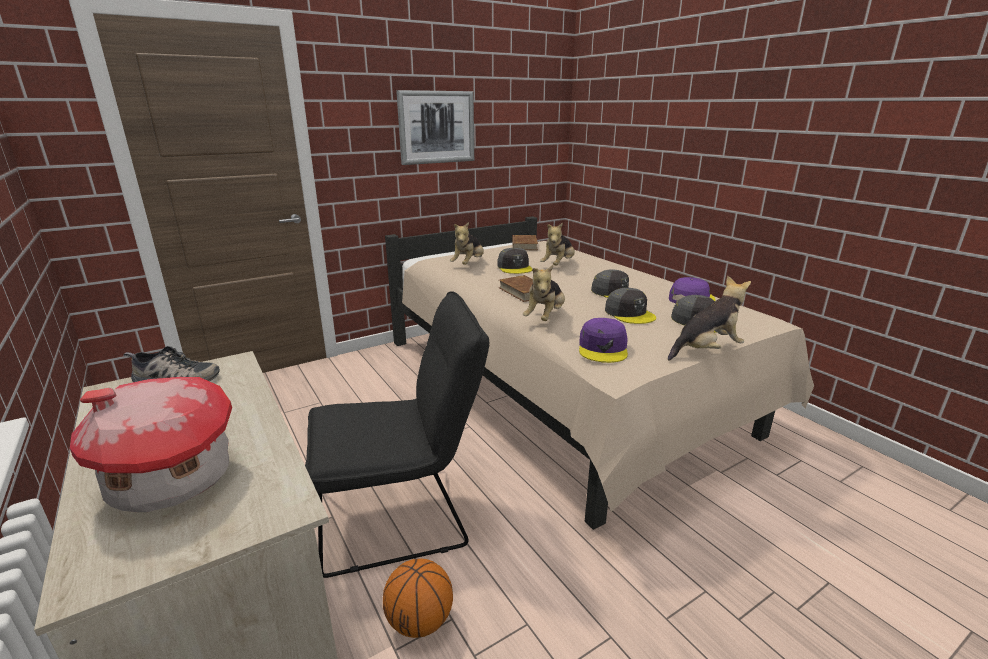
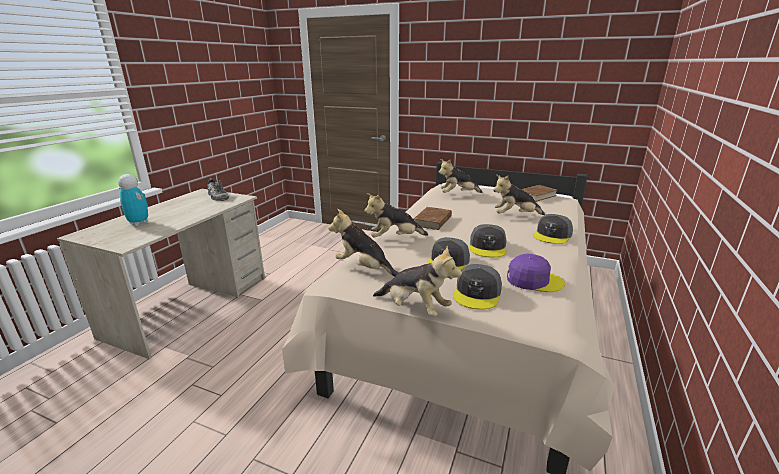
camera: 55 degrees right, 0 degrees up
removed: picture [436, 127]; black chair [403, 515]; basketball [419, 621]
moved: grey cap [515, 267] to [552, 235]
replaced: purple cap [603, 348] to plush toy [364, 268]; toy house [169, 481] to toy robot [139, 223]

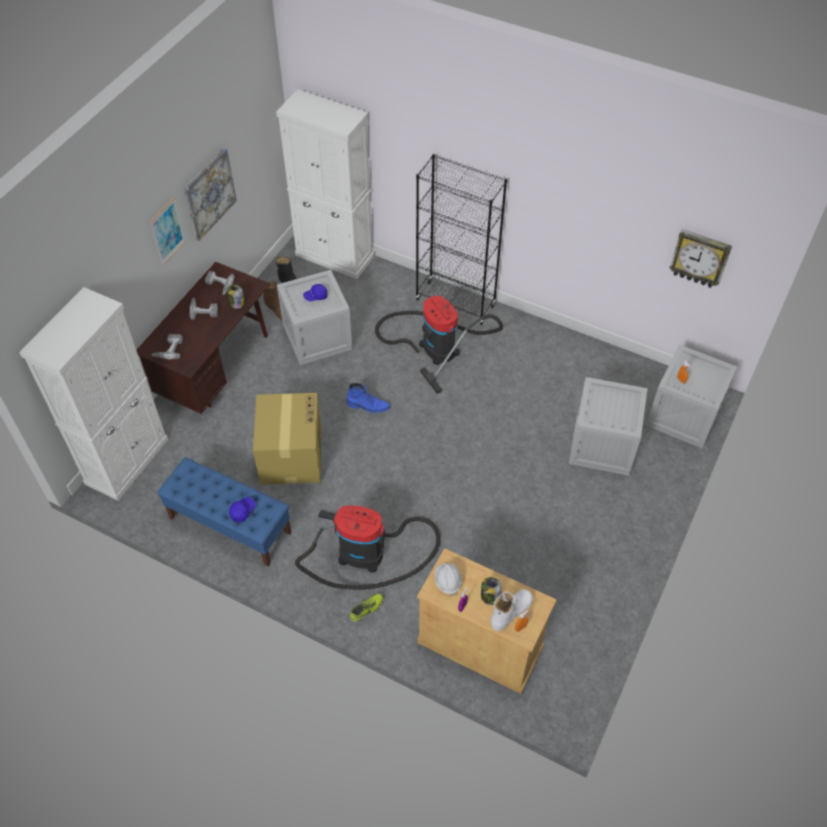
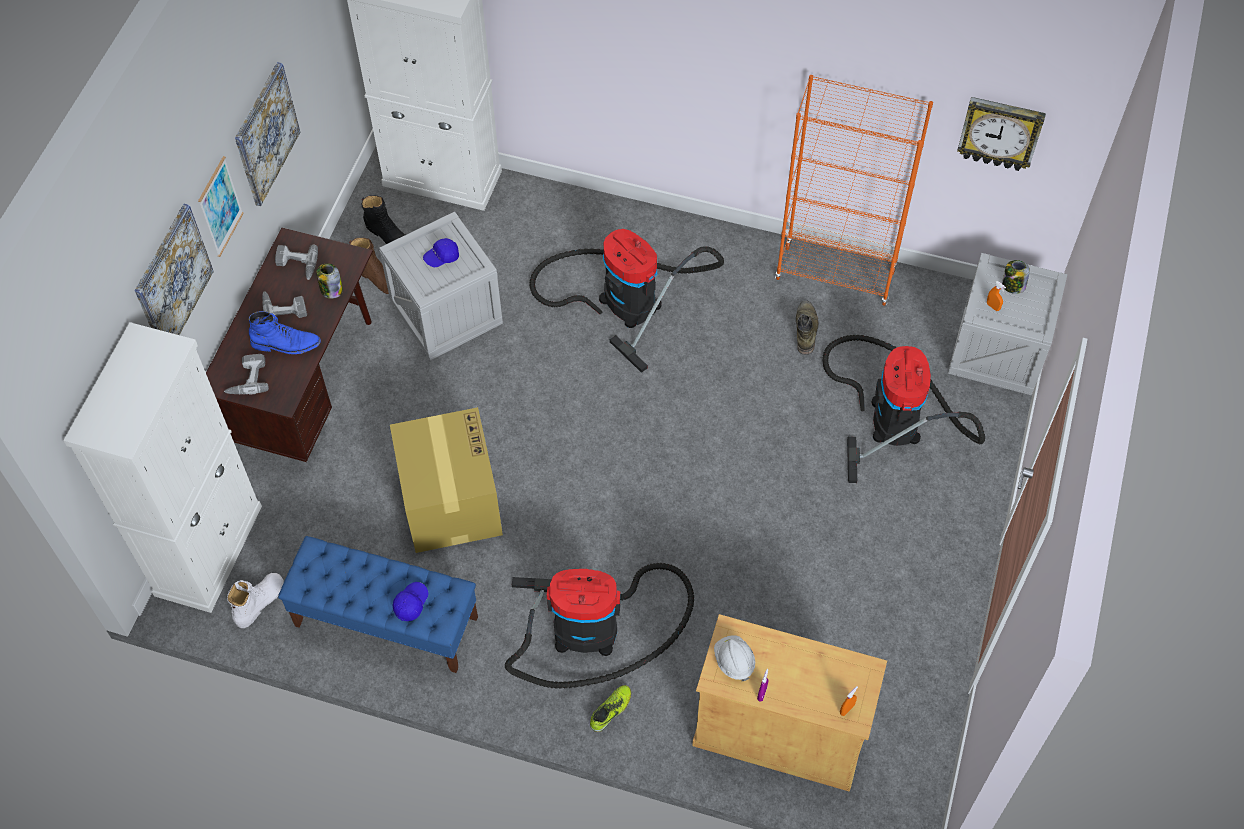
camera: 10 degrees left, 5 degrees up
removed: black bookcase [455, 303]
added: orange bookcase [835, 275]; picture [172, 279]; green boot [805, 329]
moved: blue boot [368, 406] to [286, 344]; jar [490, 597] to [1013, 285]; white boot [510, 611] to [259, 602]
replaced: crate [602, 446] to vacuum cleaner [893, 414]

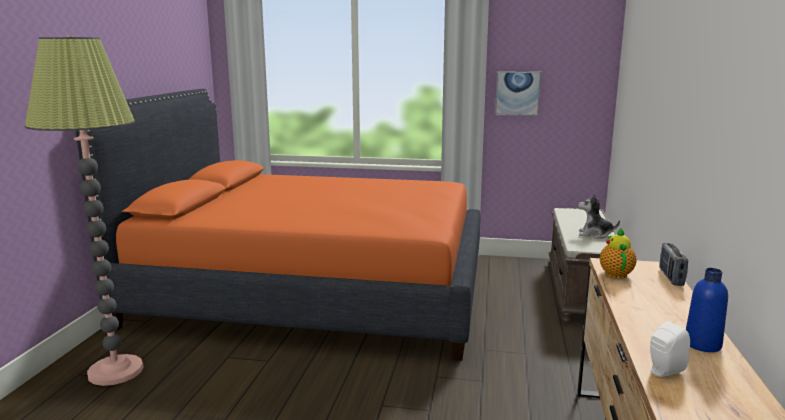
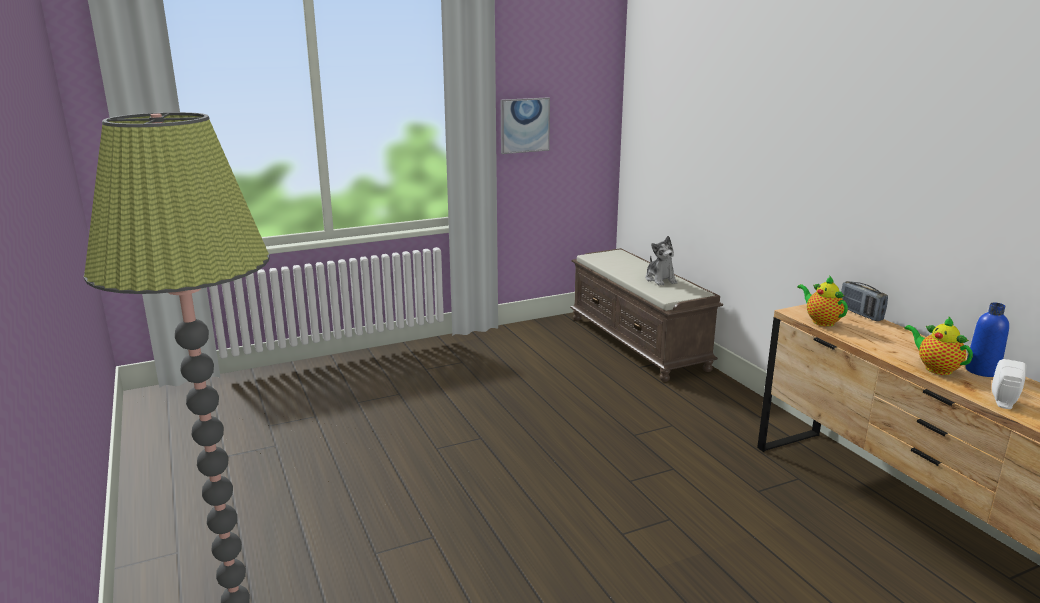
camera: 35 degrees left, 5 degrees up
removed: orange bed [314, 292]
added: teapot [935, 368]
turned: plush toy [594, 234] = [660, 279] 90 degrees counterclockwise

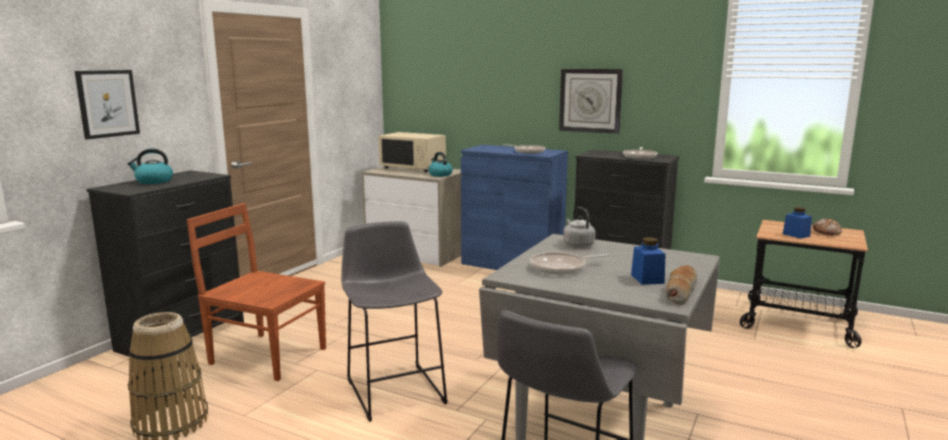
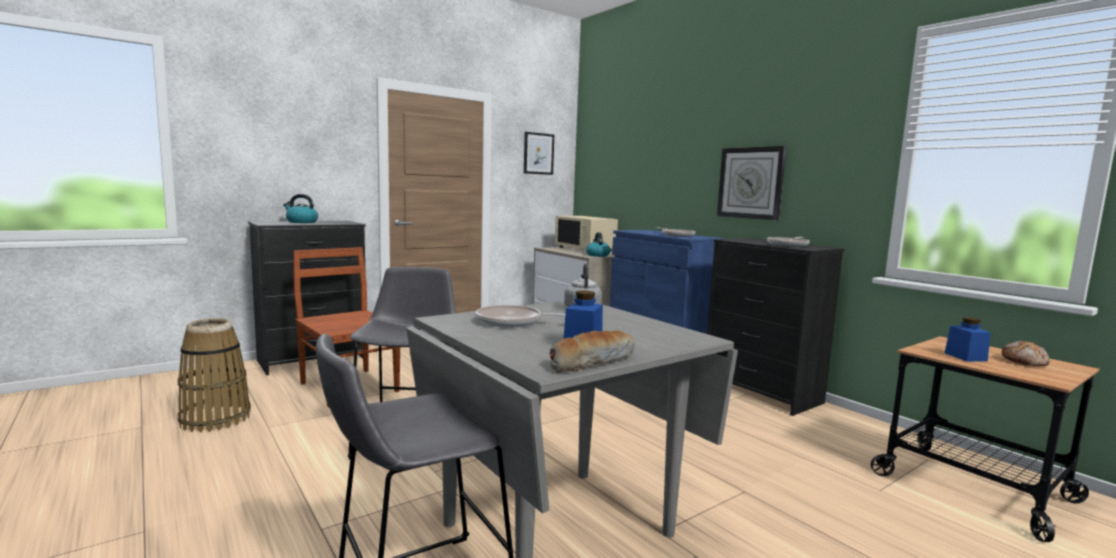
camera: 25 degrees right, 5 degrees down
moved: picture [107, 103] to [538, 153]

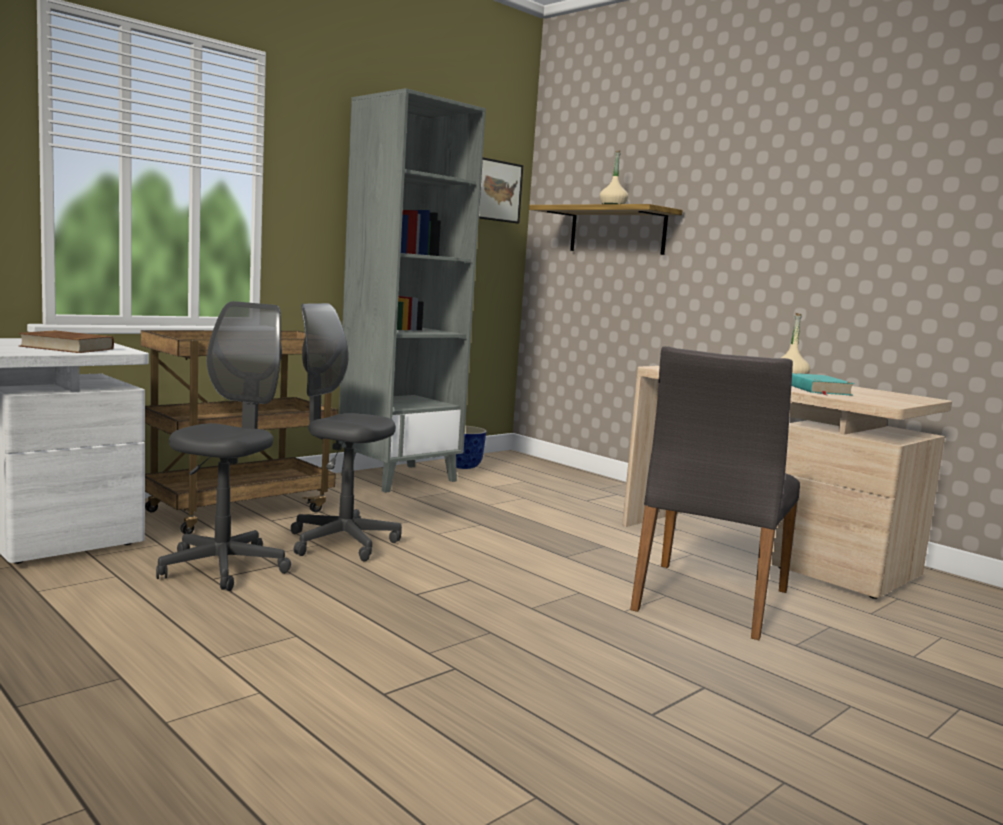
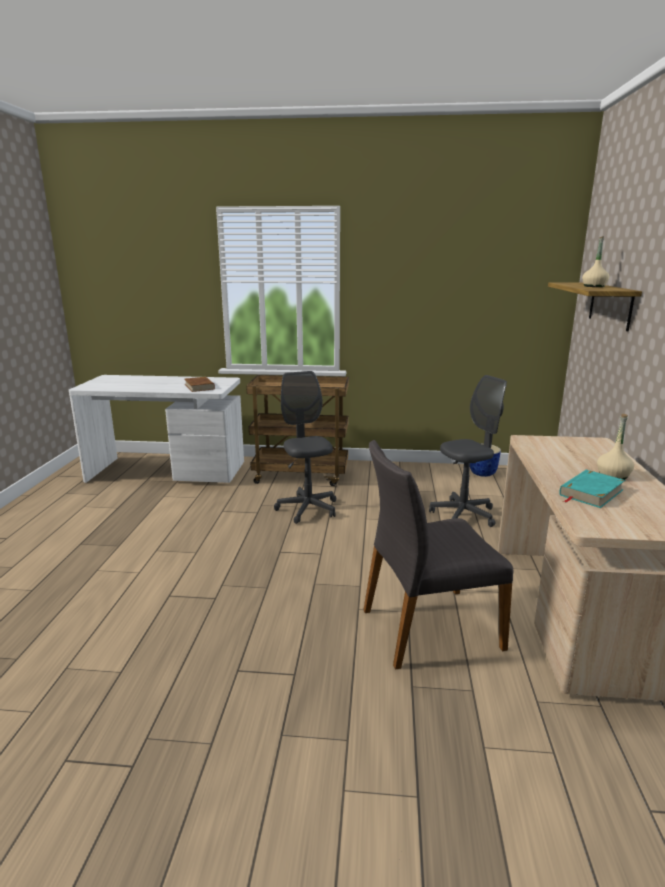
camera: 50 degrees right, 10 degrees up
removed: grey bookcase [399, 478]; picture [499, 191]
moved: grey office chair [223, 568] to [463, 515]

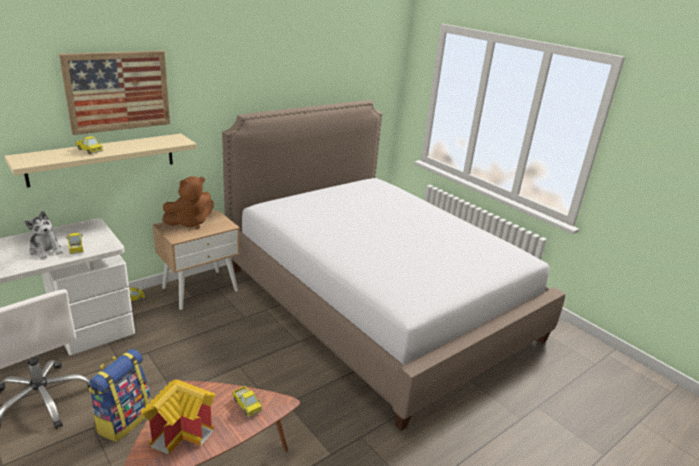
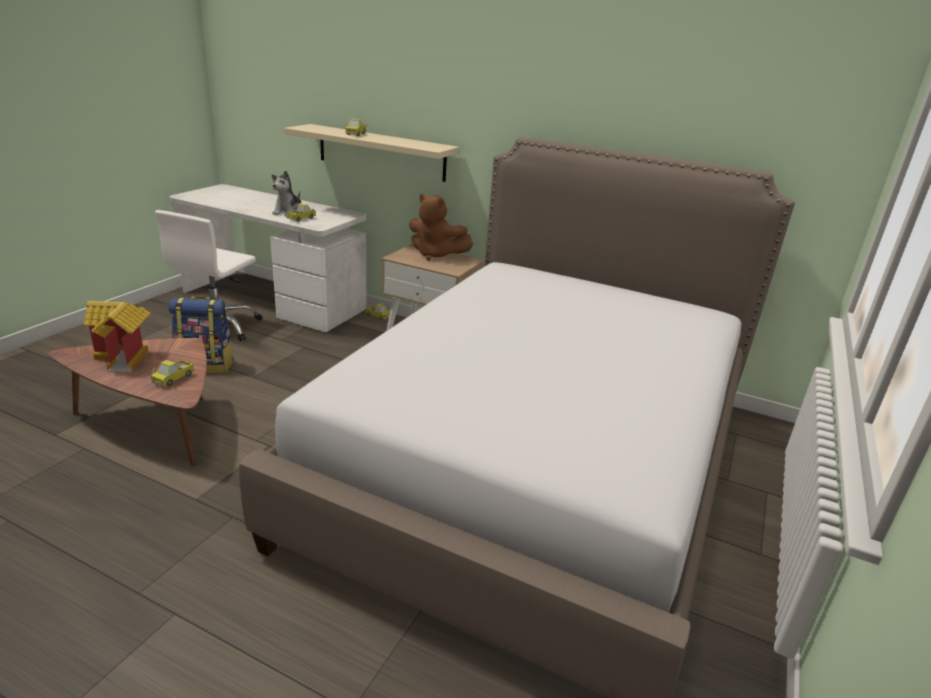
camera: 65 degrees right, 0 degrees up
removed: picture [118, 91]

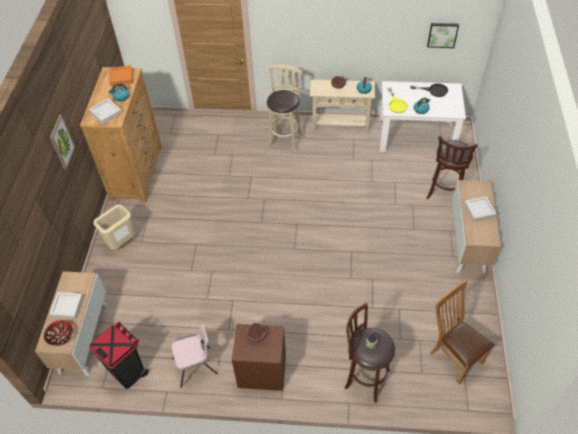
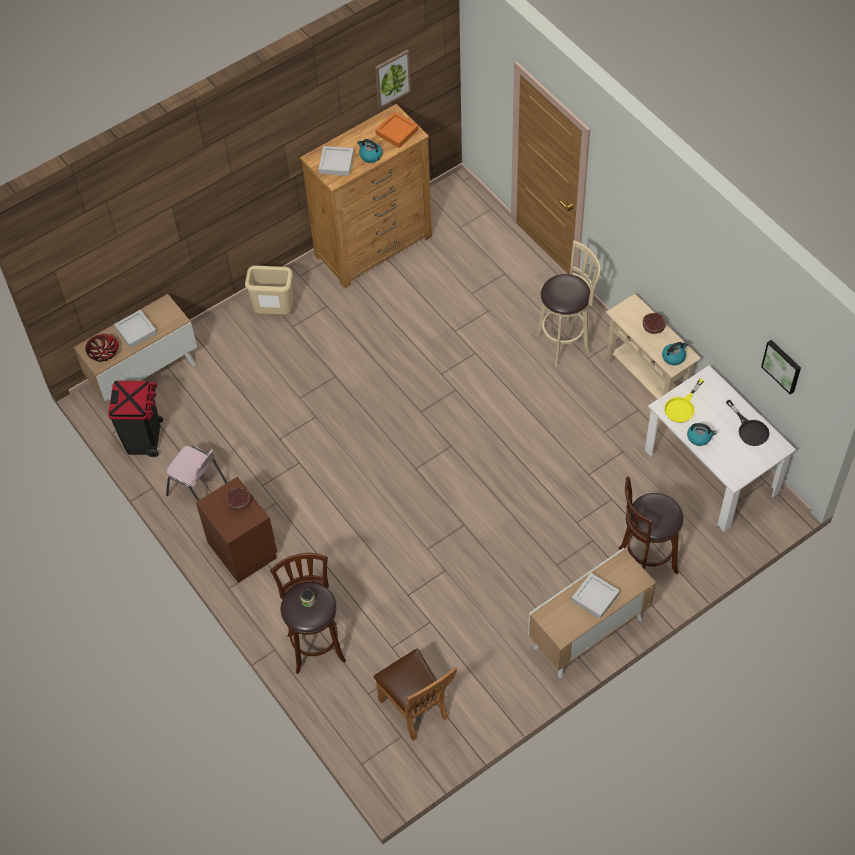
camera: 50 degrees right, 5 degrees up
moved: picture [61, 142] to [392, 78]
turned: brown chair [453, 355] = [416, 711] 135 degrees clockwise

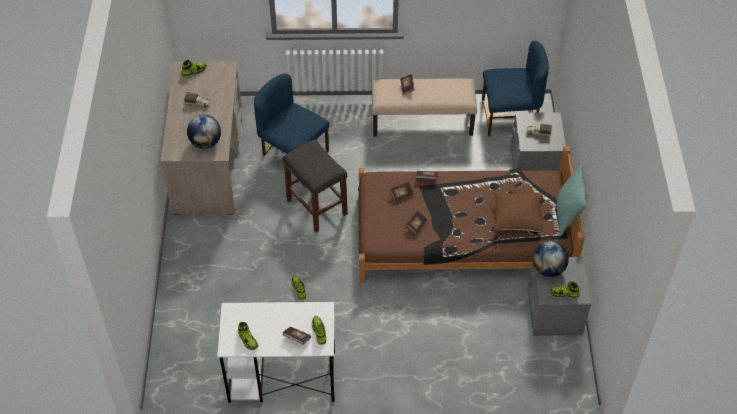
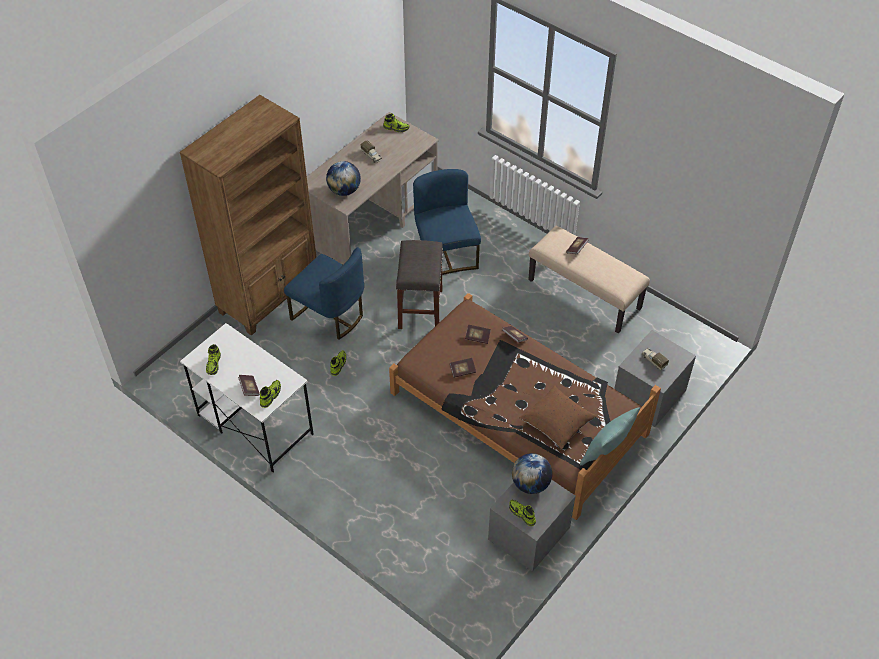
camera: 40 degrees right, 0 degrees up
added: brown bookcase [269, 296]
moved: blue chair [509, 117] to [329, 315]

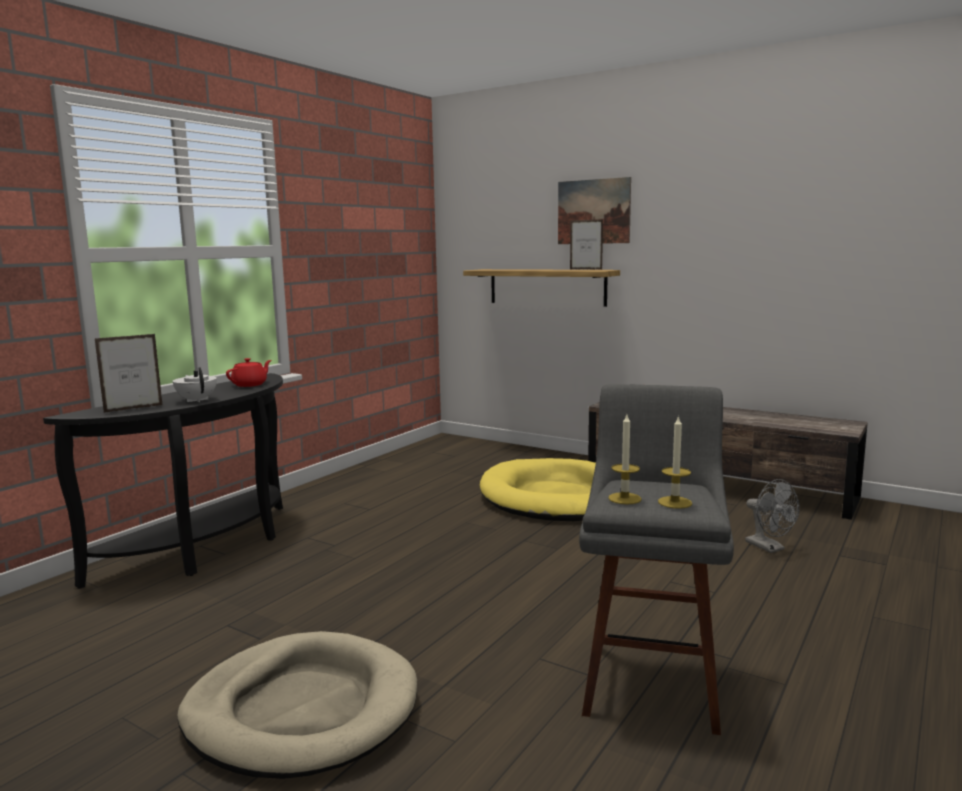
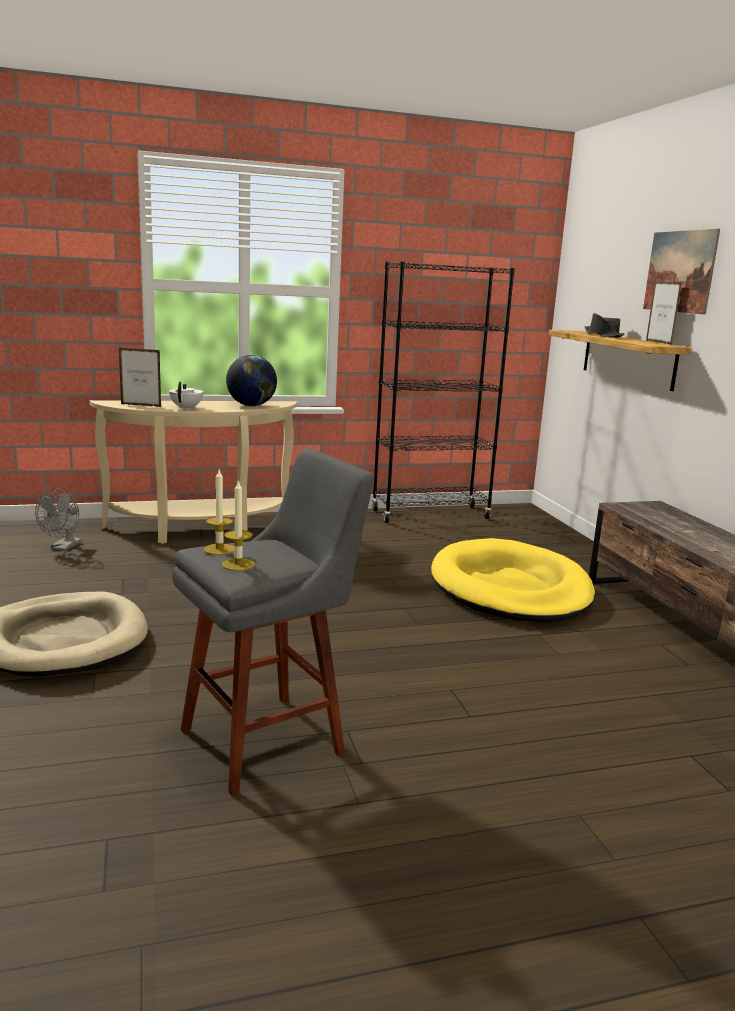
camera: 40 degrees right, 5 degrees up
added: black bookcase [430, 514]; black hat [603, 335]
moved: grey fan [769, 548] to [63, 547]
replaced: red teapot [250, 385] to globe [251, 406]
recoloured: black console table [209, 549] to beige console table [200, 531]

